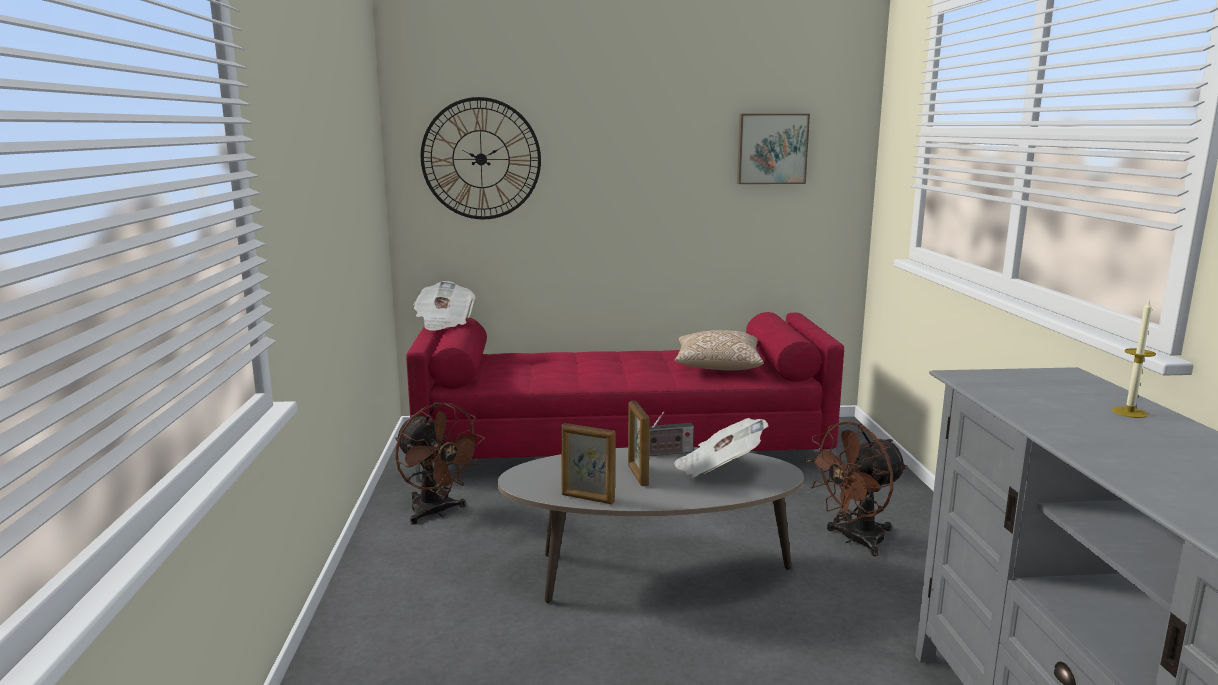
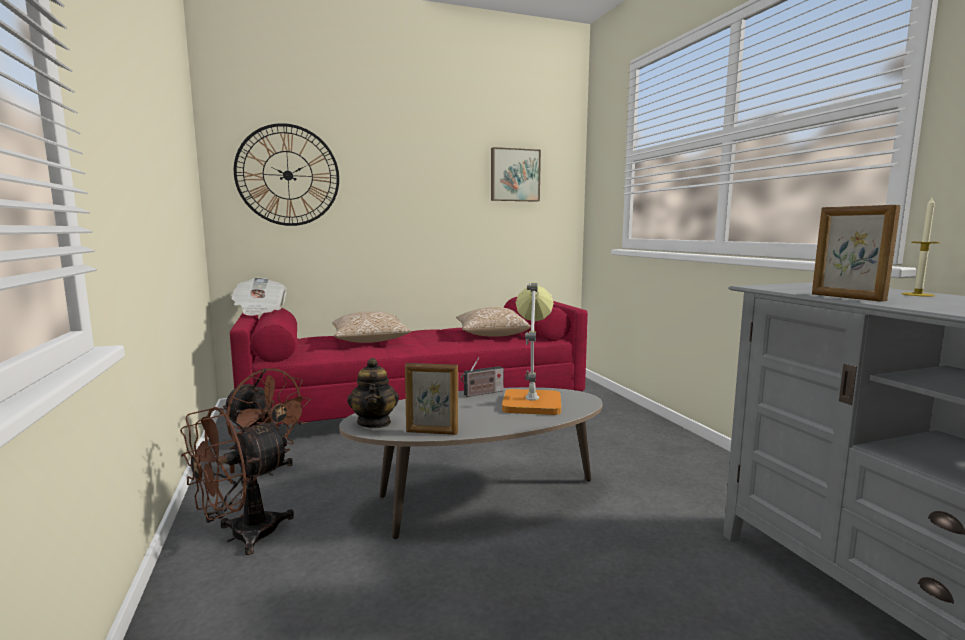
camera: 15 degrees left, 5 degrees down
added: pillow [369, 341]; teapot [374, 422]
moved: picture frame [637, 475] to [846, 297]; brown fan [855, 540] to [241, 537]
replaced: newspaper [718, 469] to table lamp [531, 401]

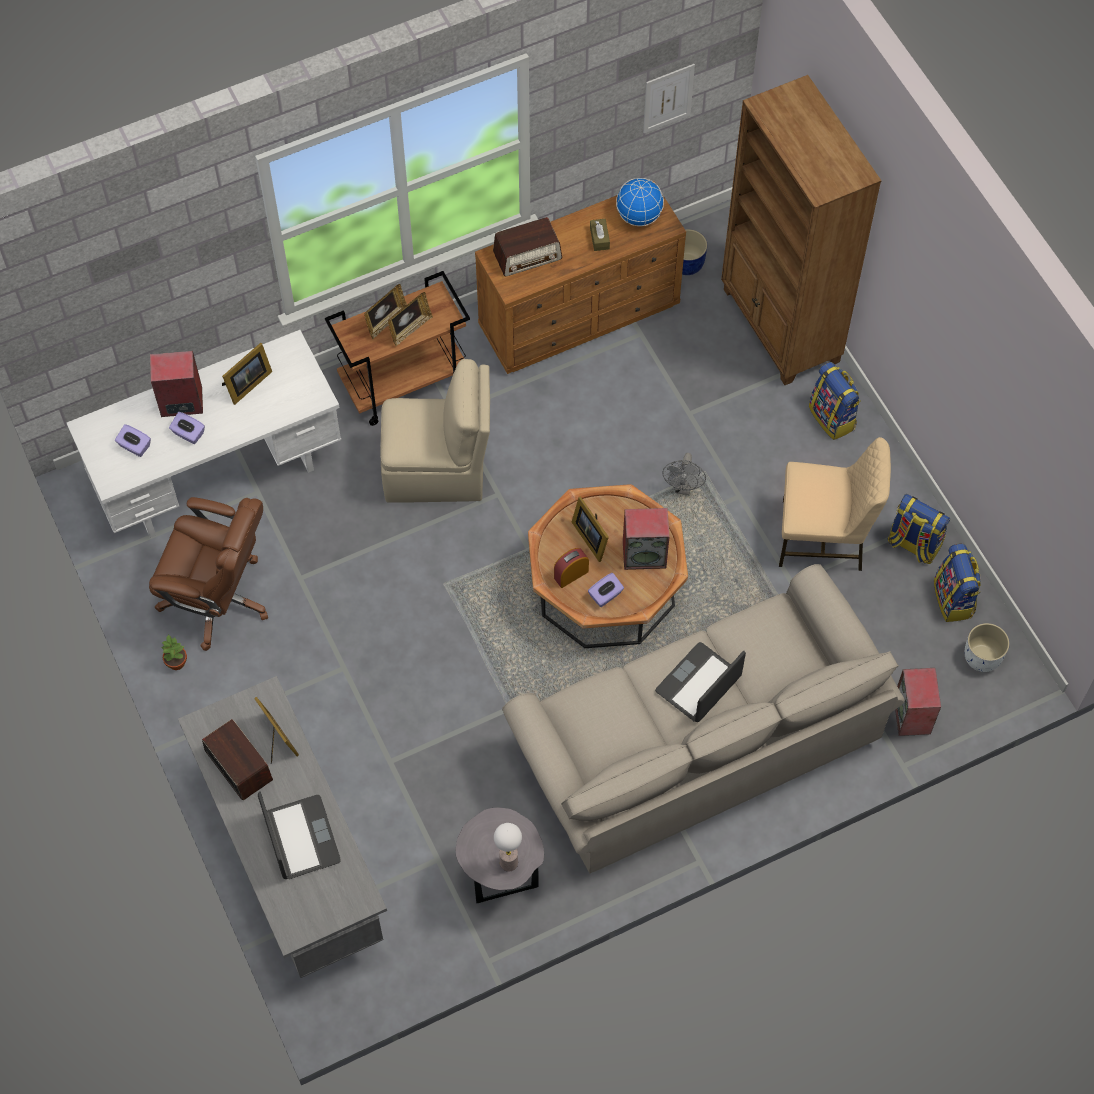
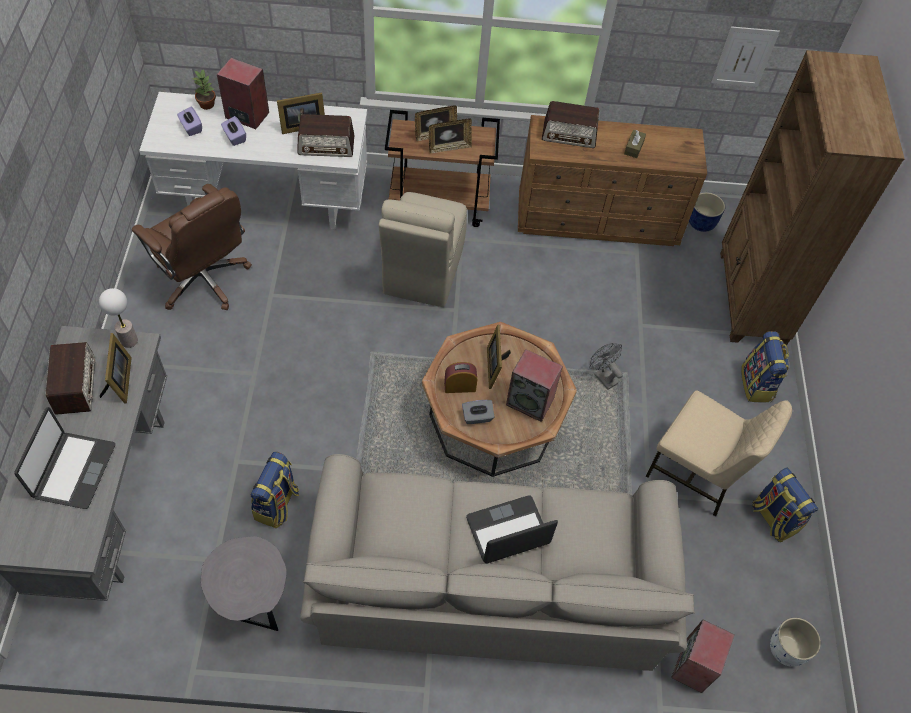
camera: 25 degrees right, 5 degrees down
removed: globe [638, 216]
added: radio [326, 146]
moved: backpack [954, 599] to [277, 505]; potted plant [176, 662] to [207, 104]; table lamp [508, 863] to [129, 341]
recoloured: purple tissue box [605, 595] to grey tissue box [477, 417]
turned: beige chair [437, 470] = [422, 272] 75 degrees clockwise; grey fan [683, 488] = [602, 376] 105 degrees clockwise

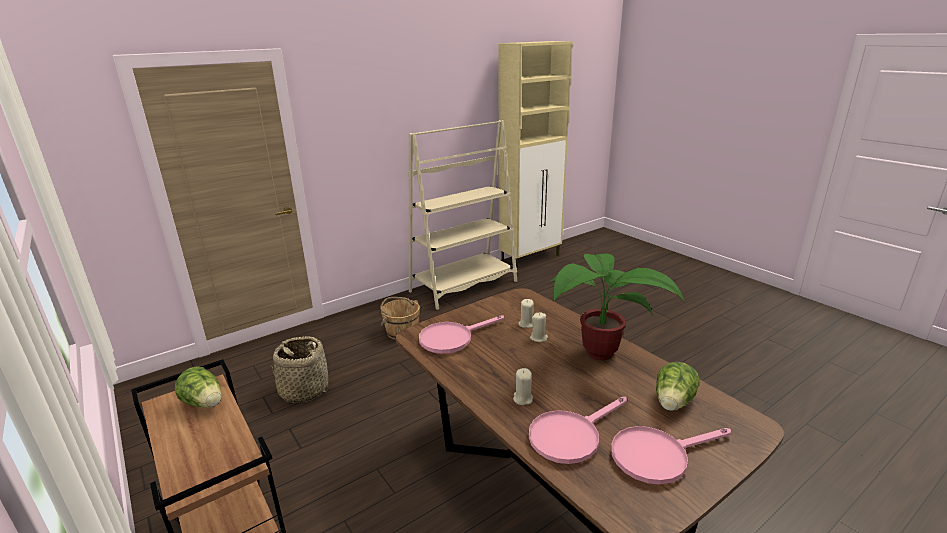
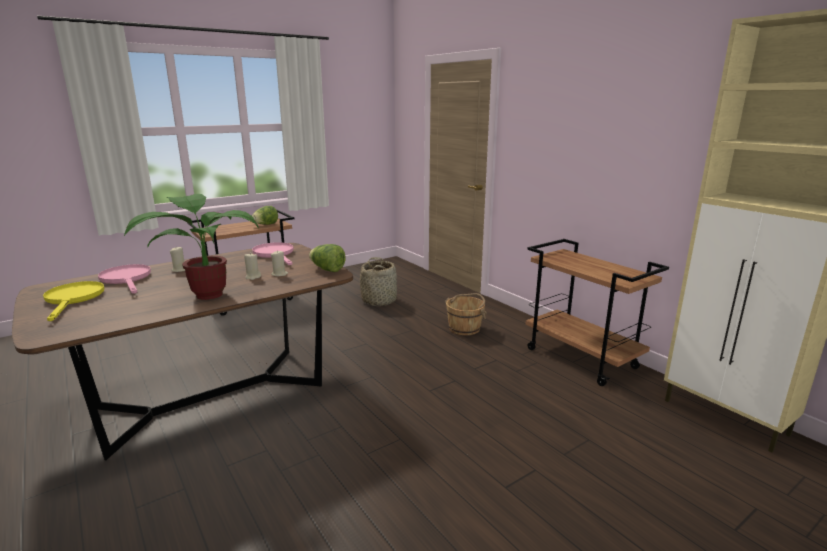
camera: 90 degrees right, 5 degrees down
moved: lettuce [673, 403] to [327, 269]
replaced: beige bookcase [464, 286] to brown cart [582, 358]
recoloured: pink frying pan [657, 455] to yellow frying pan [73, 299]

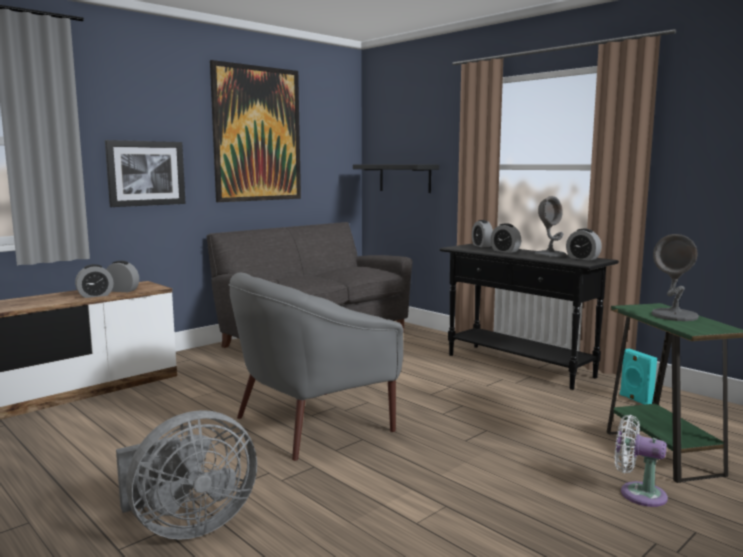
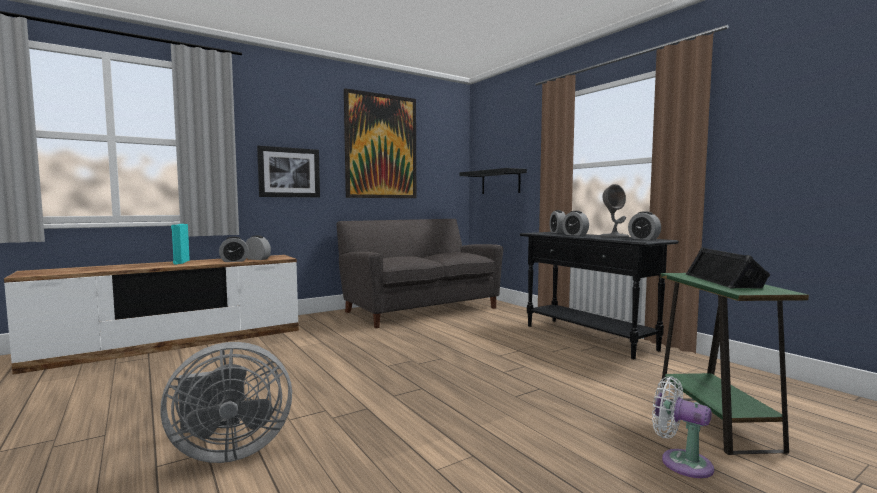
camera: 10 degrees right, 5 degrees down
removed: grey armchair [311, 423]
moved: turquoise speaker [635, 400] to [180, 262]
replaced: grey table lamp [675, 316] to black speaker [725, 281]

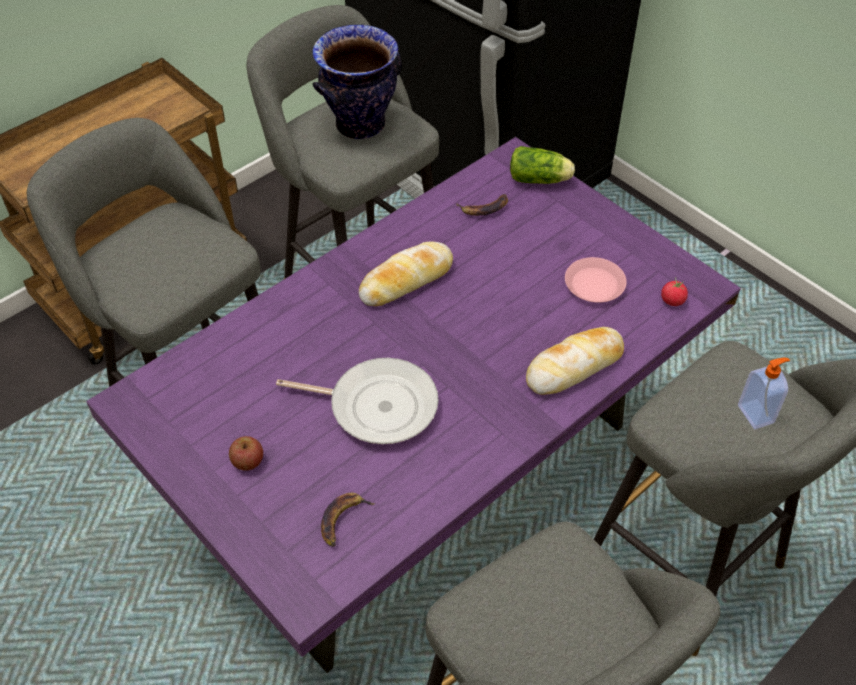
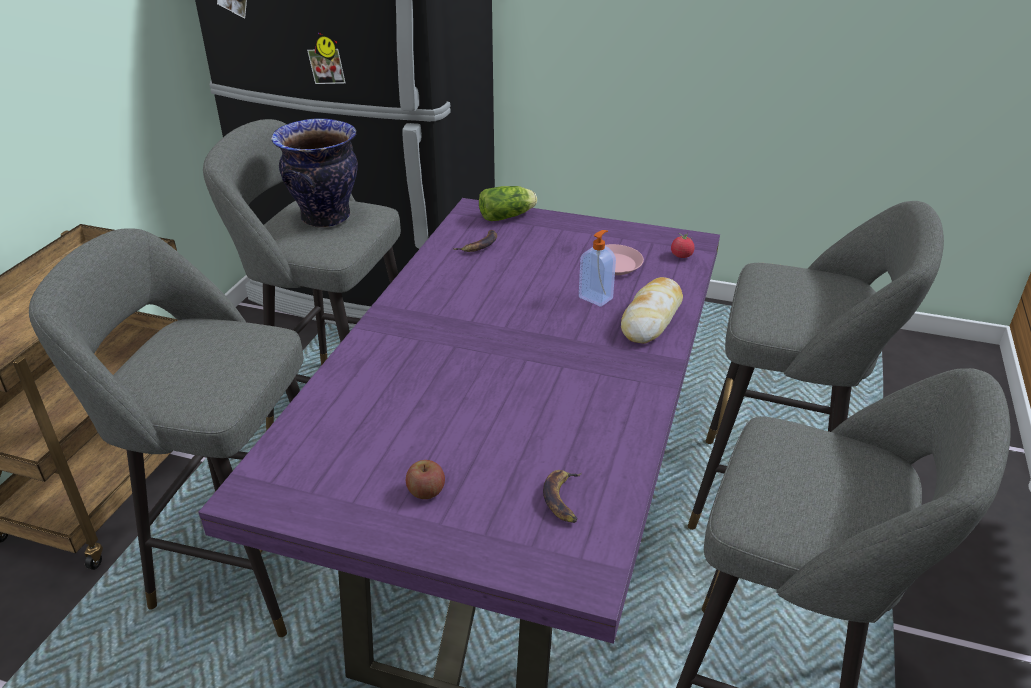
camera: 30 degrees left, 15 degrees down
removed: bread [406, 280]; frying pan [377, 405]
moved: soap dispenser [756, 414] to [596, 297]

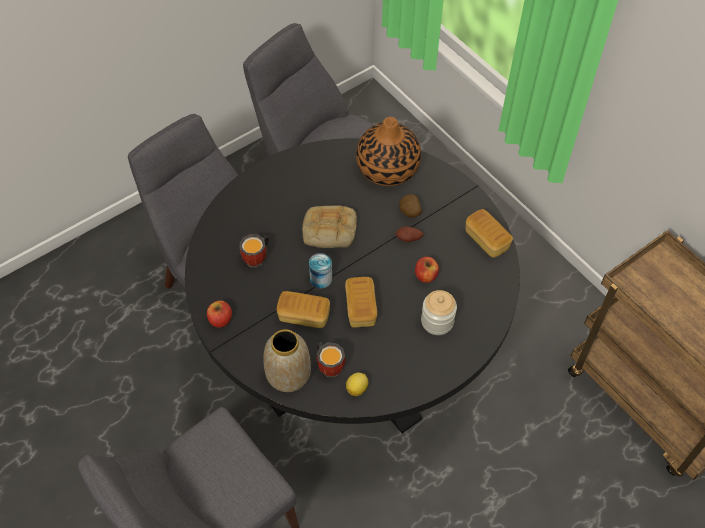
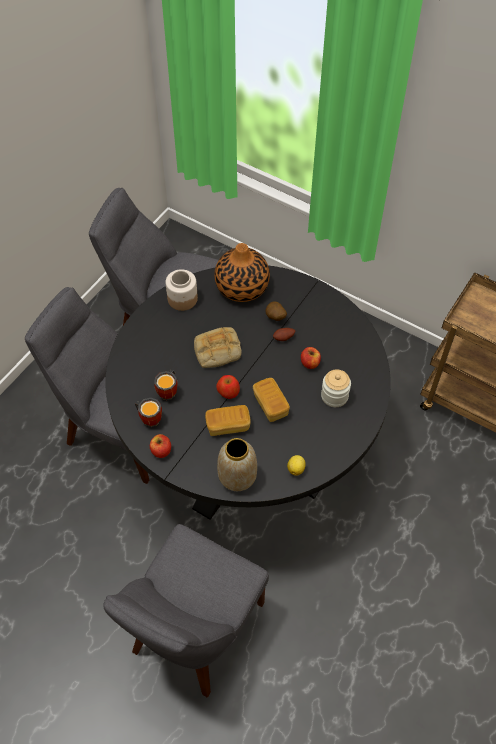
camera: 20 degrees left, 0 degrees up
removed: bread [486, 240]
added: jar [182, 299]
moved: mug [330, 365] to [150, 418]
replaced: can [321, 279] to apple [228, 391]

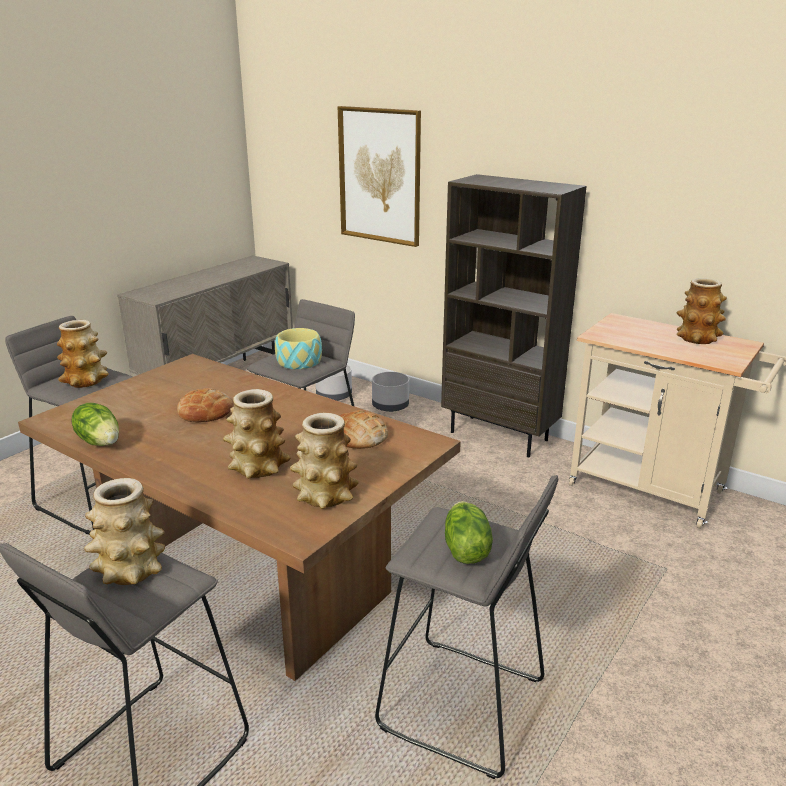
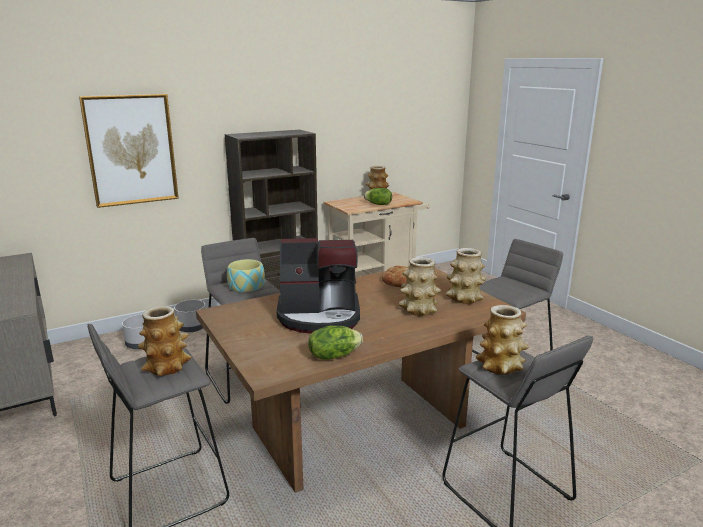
camera: 65 degrees left, 5 degrees down
moved: lettuce [465, 550] to [378, 204]
replaced: bread [205, 412] to coffee machine [319, 316]

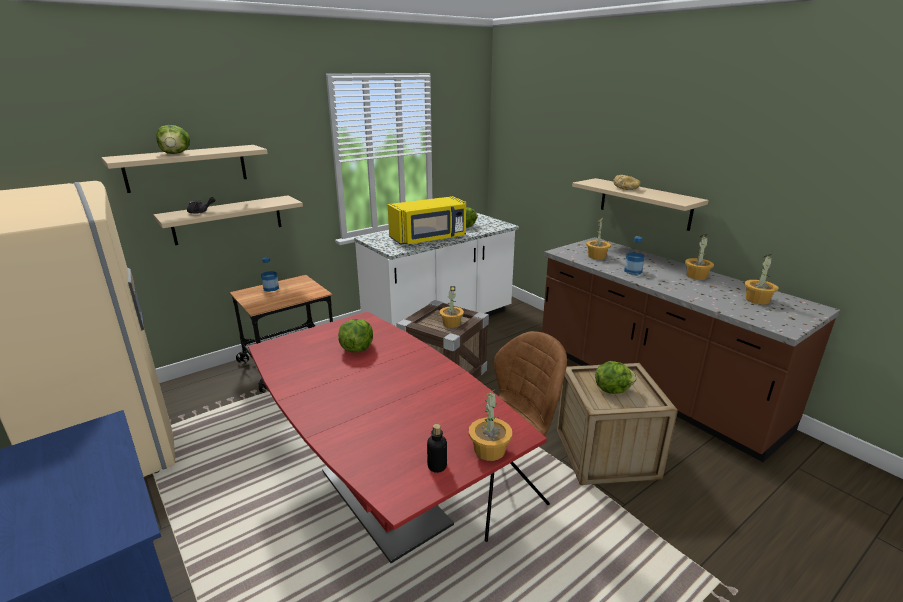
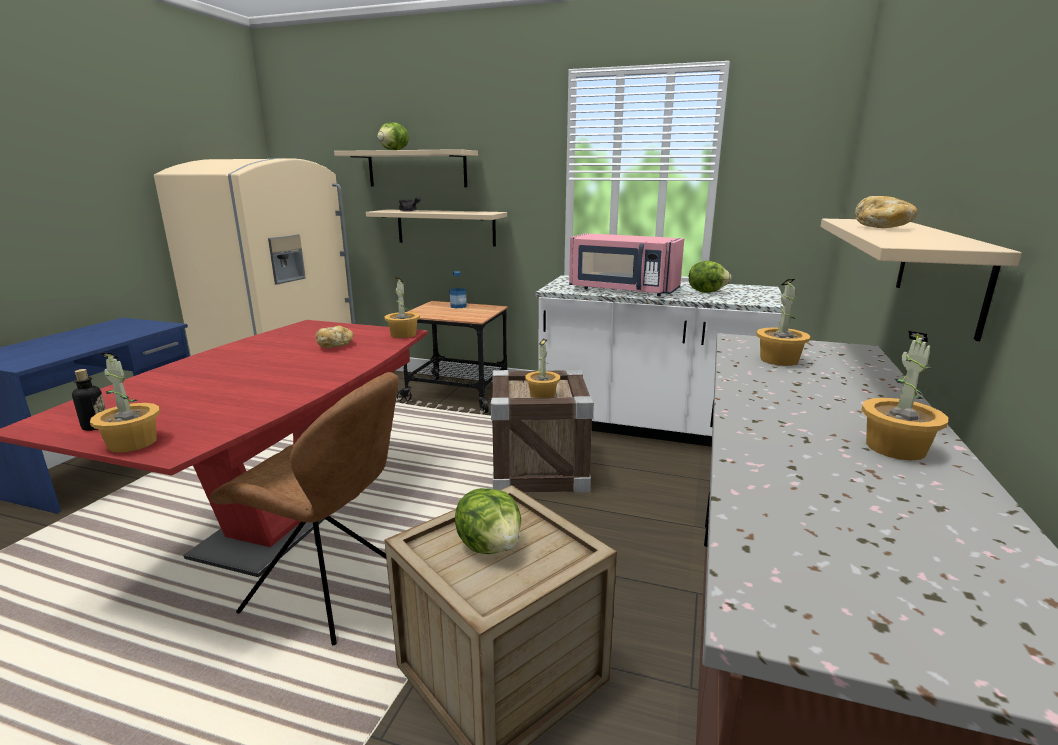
camera: 55 degrees right, 5 degrees down
removed: bottle [633, 271]
moved: potted plant [757, 300] to [403, 334]
replaced: lettuce [357, 348] to bread [335, 346]
recoloured: yellow microwave [429, 239] to pink microwave [622, 290]

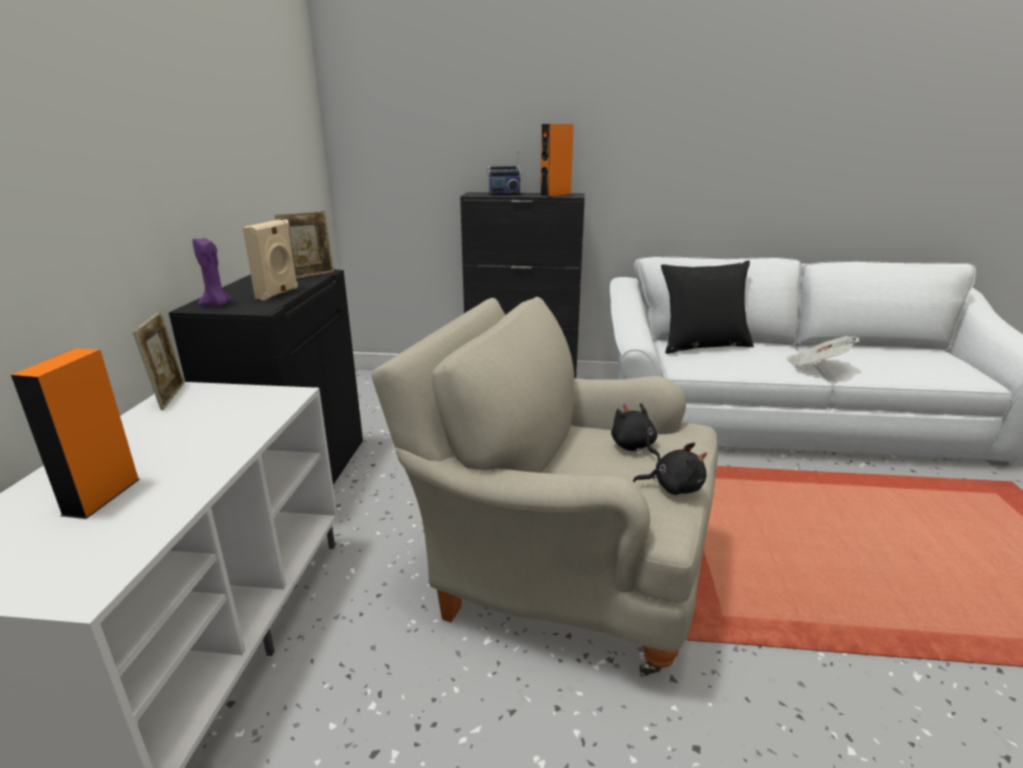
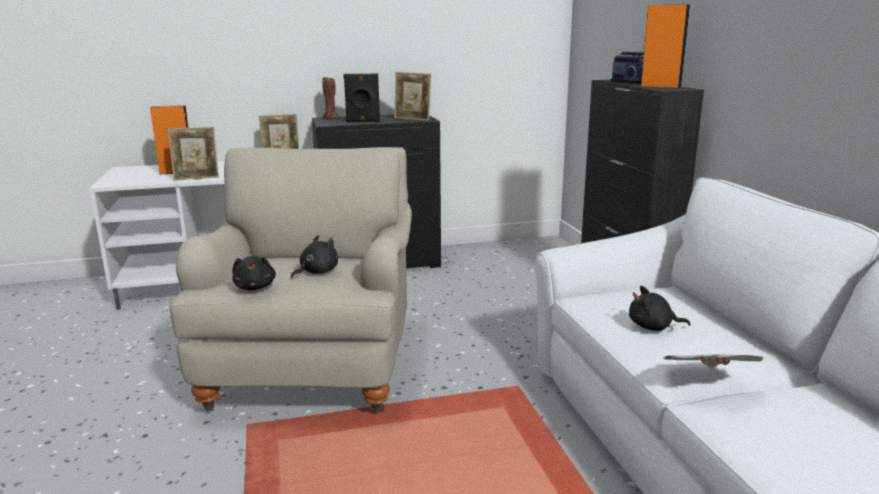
camera: 70 degrees right, 5 degrees down
removed: black pillow [702, 345]
added: picture frame [197, 178]; black plush toy [653, 327]
recoloured: beige speaker [278, 293] to black speaker [363, 121]; purple candle [217, 304] to brown candle [330, 119]

